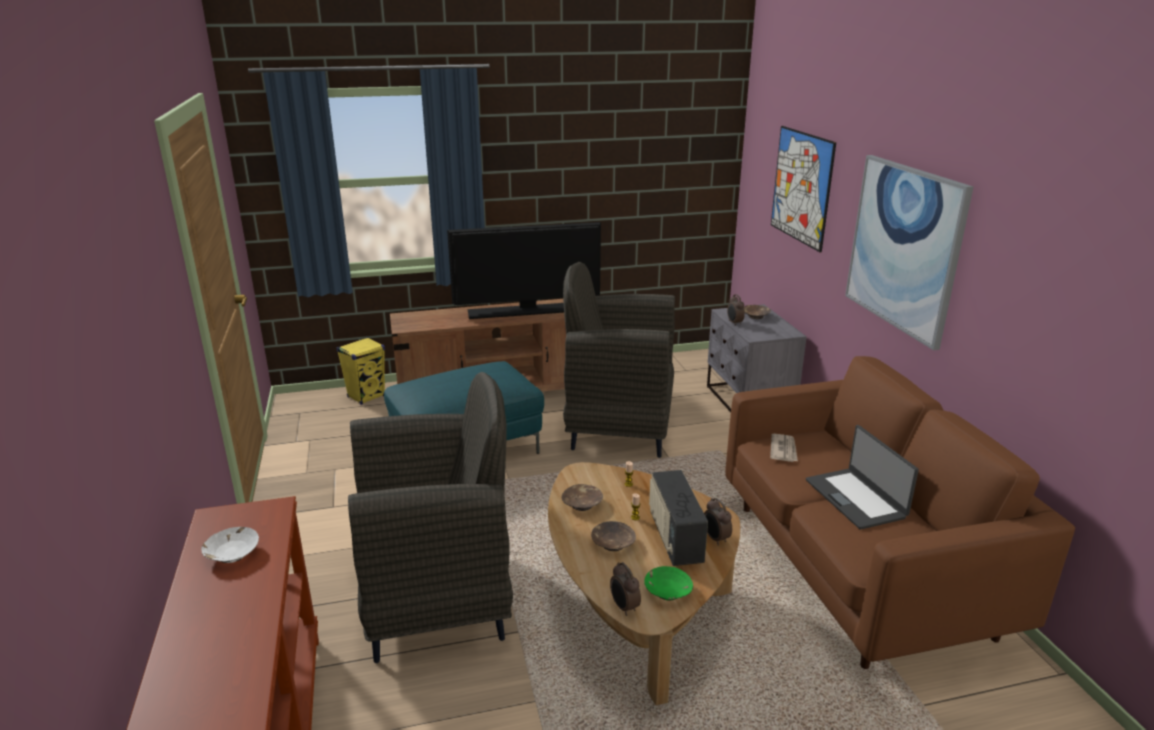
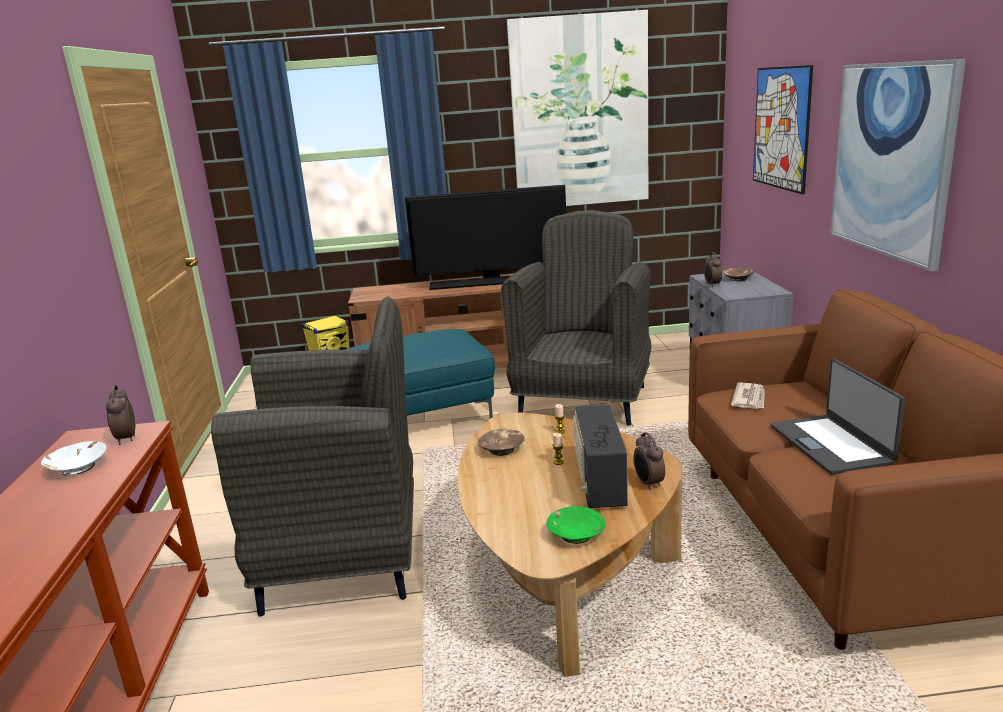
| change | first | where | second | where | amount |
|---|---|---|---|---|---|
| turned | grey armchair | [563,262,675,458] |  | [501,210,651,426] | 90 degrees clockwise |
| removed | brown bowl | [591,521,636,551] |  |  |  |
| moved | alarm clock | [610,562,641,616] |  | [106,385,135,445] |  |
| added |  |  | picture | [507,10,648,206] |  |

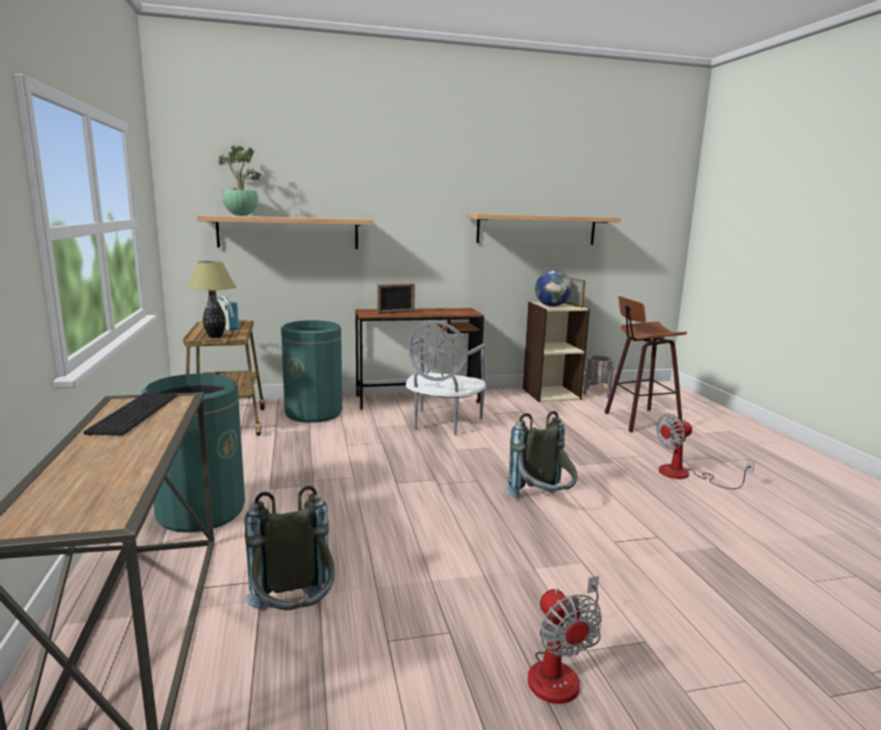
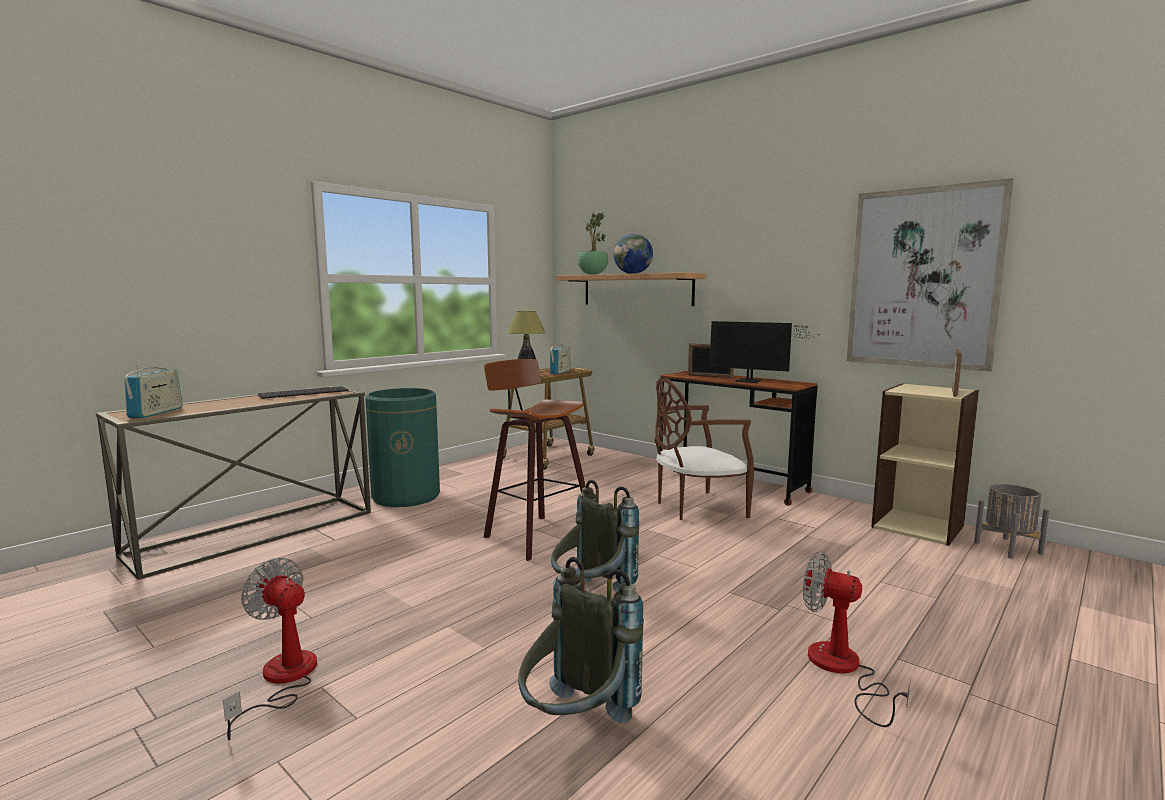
| change | first | where | second | where | amount |
|---|---|---|---|---|---|
| moved | grey backpack | [245,486,335,610] |  | [518,557,644,723] |  |
| removed | green trash can | [281,320,342,423] |  |  |  |
| recoloured | grey chair | [406,320,486,435] | brown chair | [655,378,754,520] |  |
| replaced | shelf | [467,213,621,245] | picture | [847,178,1014,372] |  |
| turned | fan | [528,576,602,704] |  | [223,558,317,740] | 90 degrees clockwise |
| moved | globe | [535,270,572,306] |  | [614,234,653,274] |  |
| moved | stool | [604,296,687,432] |  | [484,359,586,561] |  |
| added |  |  | radio | [124,365,182,418] |  |
| added |  |  | monitor | [709,321,819,383] |  |

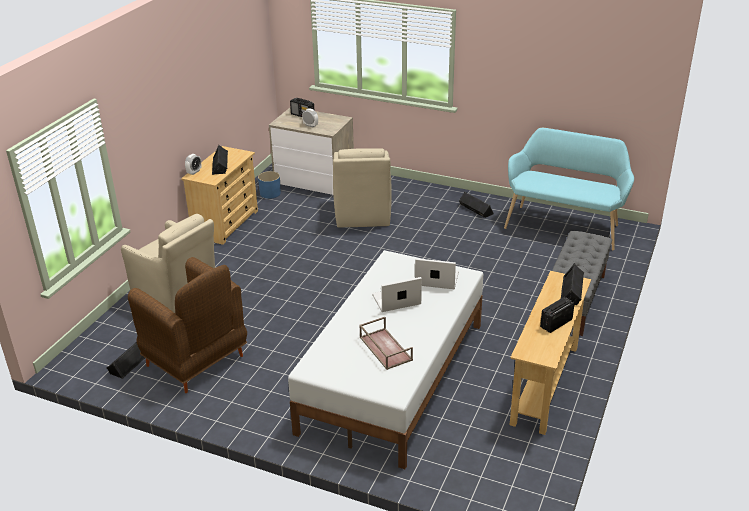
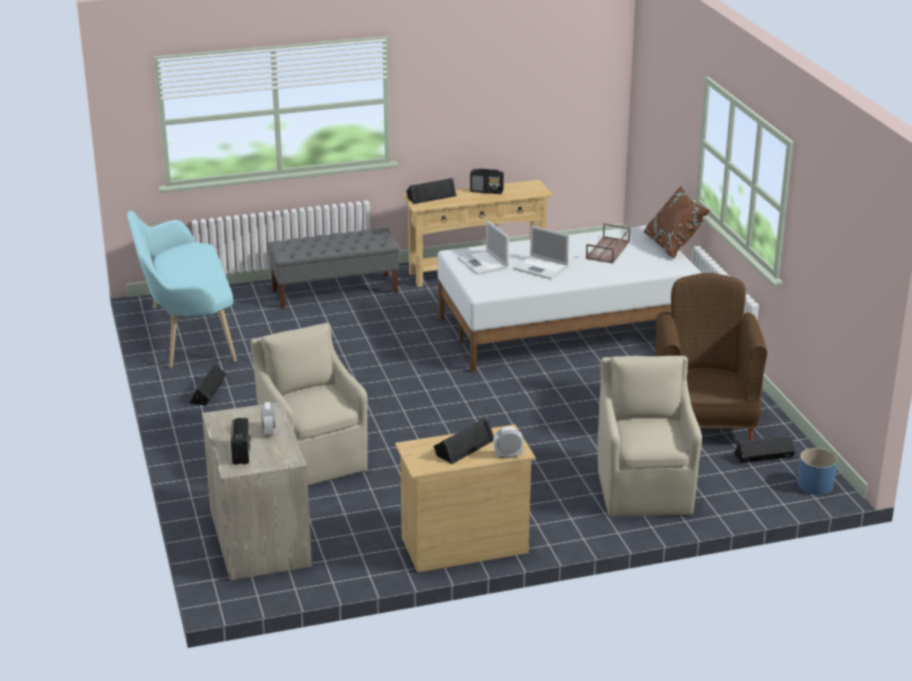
| change | first | where | second | where | amount |
|---|---|---|---|---|---|
| moved | blue planter | [258,171,281,199] |  | [798,448,838,495] |  |
| turned | beige armchair | [333,148,392,228] |  | [251,323,368,485] | 75 degrees counterclockwise |
| added |  |  | brown pillow | [644,187,710,258] |  |

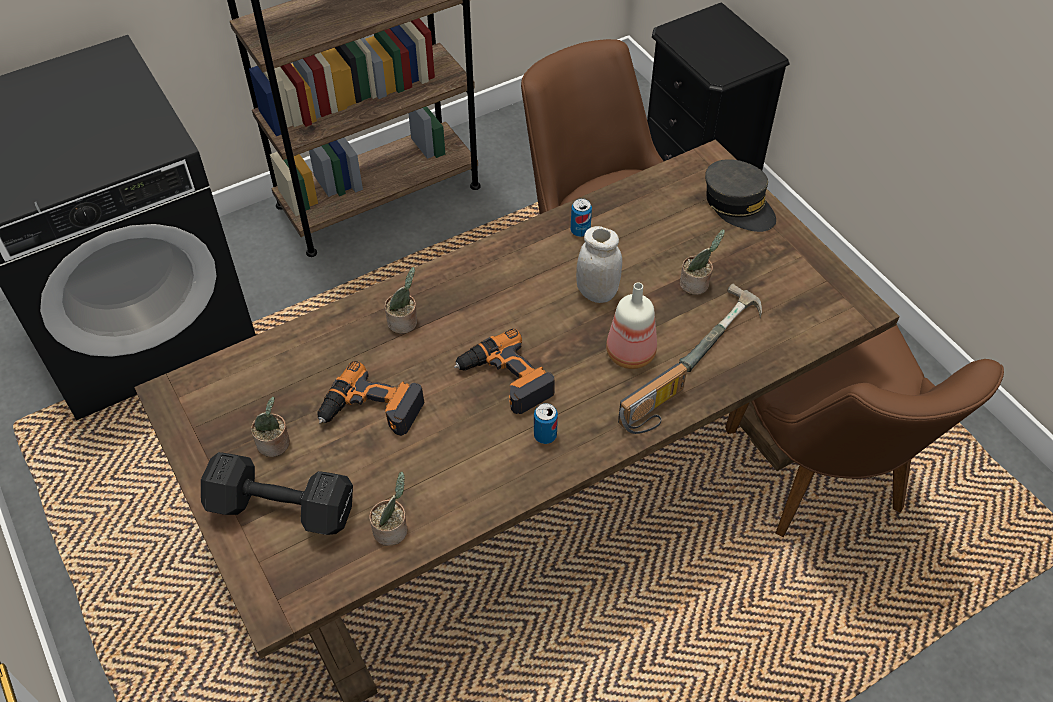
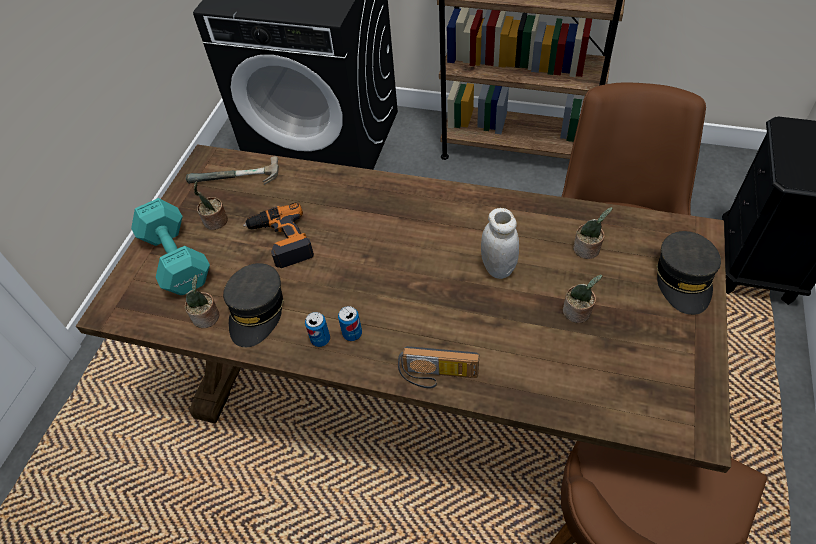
| change | first | where | second | where | amount |
|---|---|---|---|---|---|
| recoloured | black dumbbell | [201,452,353,535] | turquoise dumbbell | [131,198,210,295] |  |
| moved | potted plant | [385,267,417,334] |  | [573,207,613,259] |  |
| removed | power drill | [454,329,554,414] |  |  |  |
| moved | can | [571,198,592,237] |  | [305,312,330,347] |  |
| removed | bottle | [606,282,657,369] |  |  |  |
| moved | hammer | [679,284,762,372] |  | [186,156,279,185] |  |
| added |  |  | grey cap | [223,263,284,347] |  |

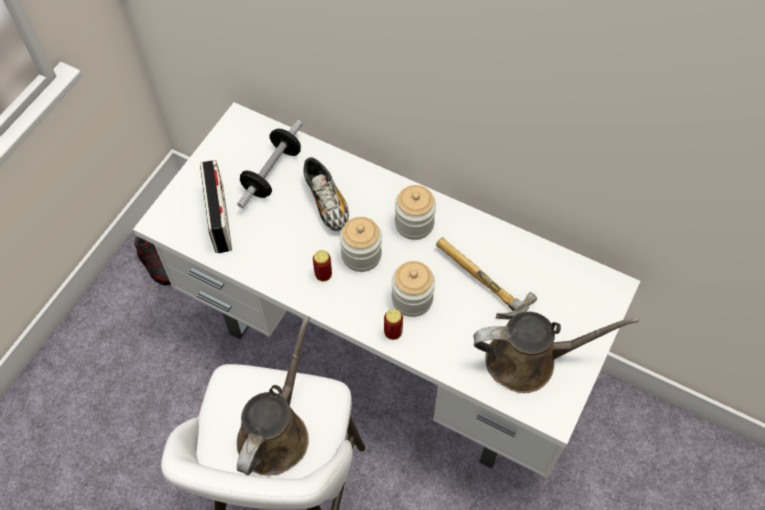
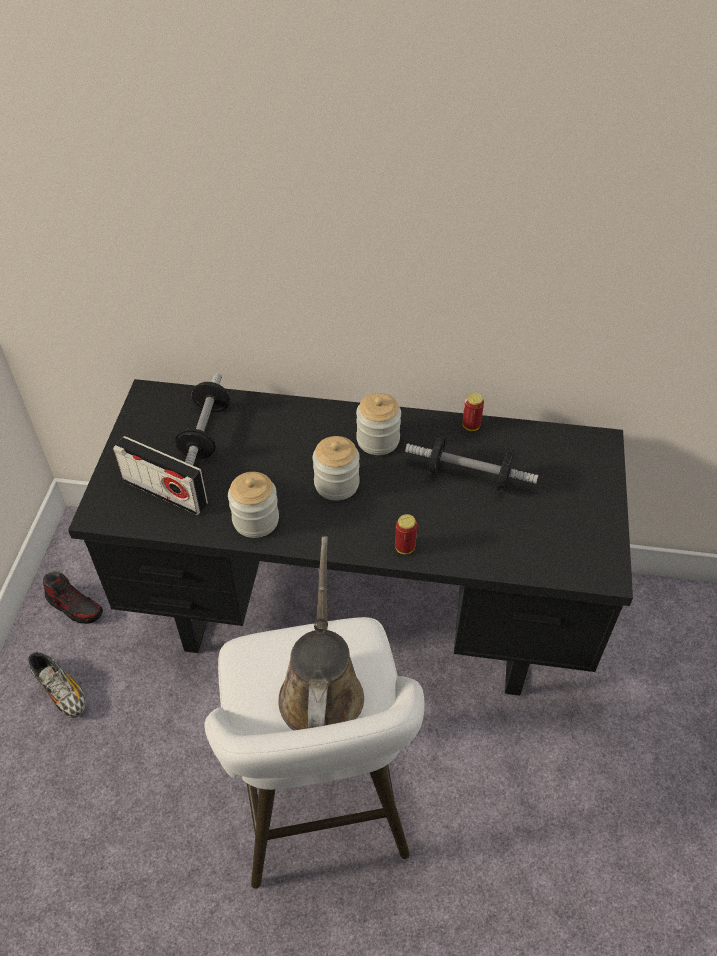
| change | first | where | second | where | amount |
|---|---|---|---|---|---|
| recoloured | white desk | [133,102,640,479] | black desk | [68,379,633,696] |  |
| turned | radio | [200,160,232,253] |  | [113,436,208,515] | 150 degrees clockwise |
| moved | shoe | [303,157,349,231] |  | [28,652,86,718] |  |
| moved | can | [313,250,332,282] |  | [462,393,484,431] |  |
| moved | jar | [392,261,435,317] |  | [228,472,279,538] |  |
| replaced | hammer | [436,238,537,320] | dumbbell | [405,435,538,492] |  |
| removed | brown watering can | [474,311,639,393] |  |  |  |

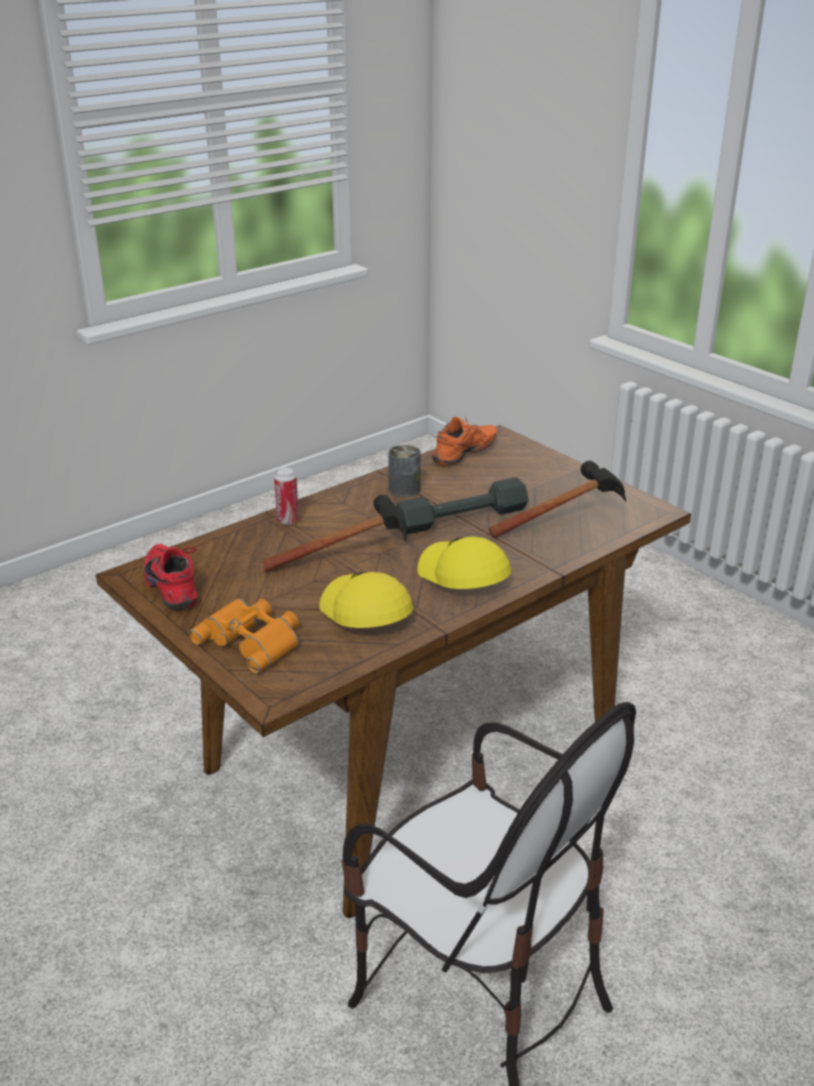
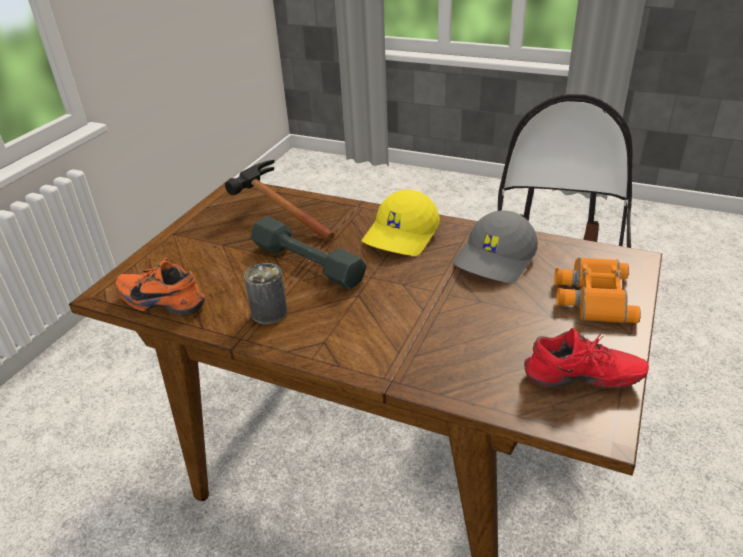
| change | first | where | second | where | amount |
|---|---|---|---|---|---|
| turned | red shoe | [144,544,198,610] |  | [524,328,649,388] | 120 degrees counterclockwise |
| removed | hammer | [261,495,407,572] |  |  |  |
| removed | can | [274,467,299,525] |  |  |  |
| recoloured | yellow cap | [319,571,413,628] | grey cap | [453,211,538,283] |  |

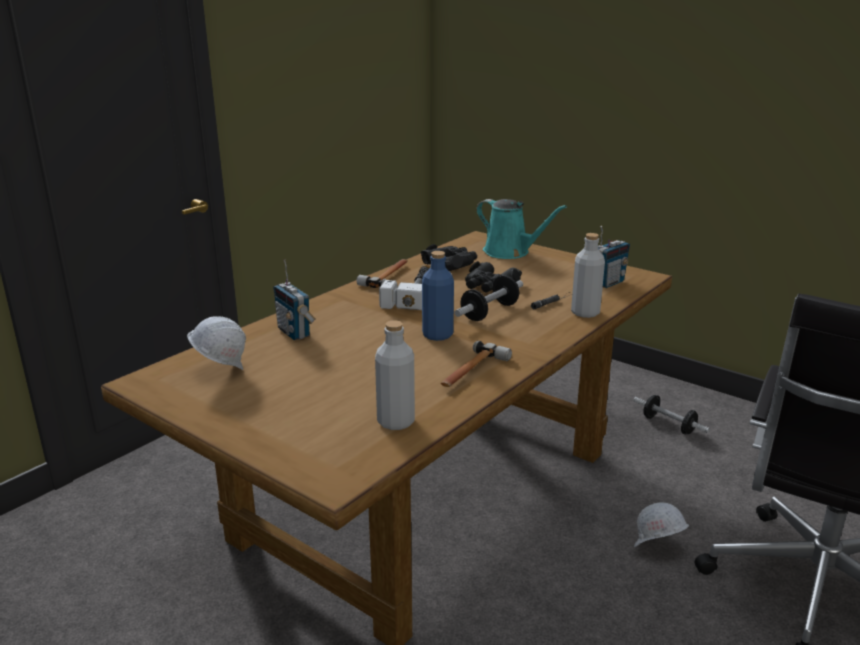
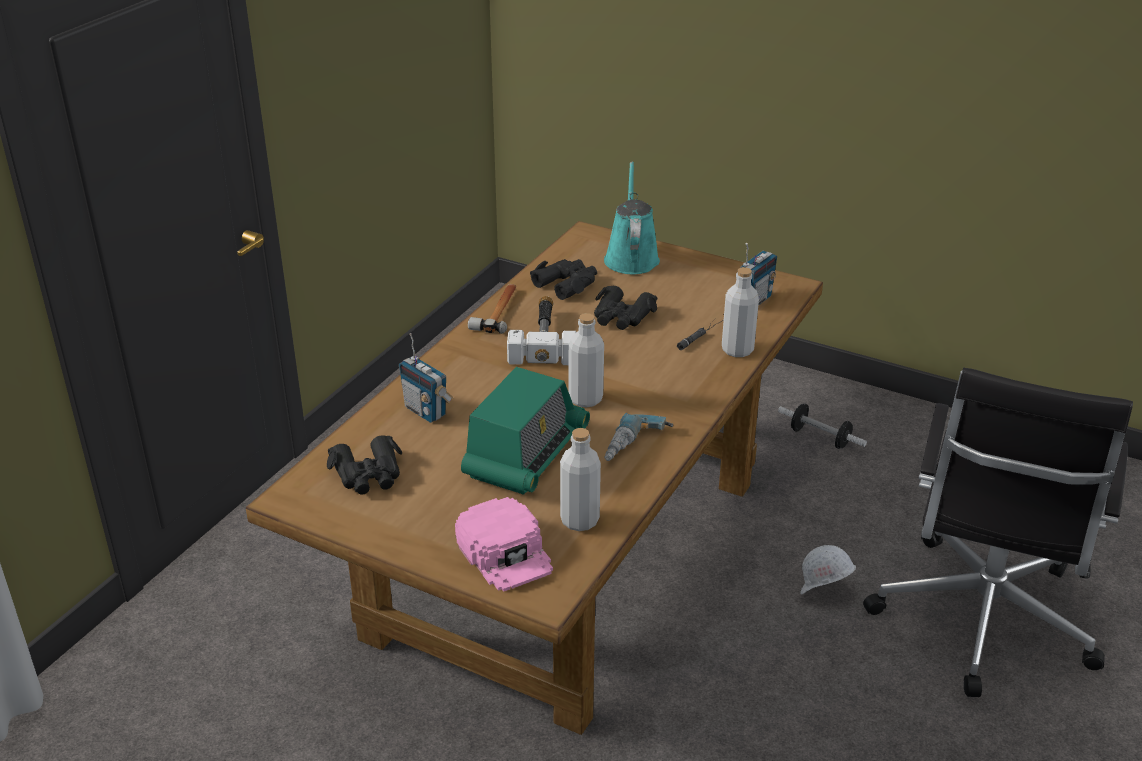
| change | first | where | second | where | amount |
|---|---|---|---|---|---|
| replaced | white hard hat | [187,316,246,370] | black binoculars | [327,435,403,495] |  |
| recoloured | blue bottle | [422,251,454,341] | grey bottle | [569,313,604,408] |  |
| replaced | hammer | [441,341,512,387] | power drill | [605,413,673,461] |  |
| removed | dumbbell | [455,275,523,321] |  |  |  |
| turned | turquoise watering can | [477,199,567,259] |  | [604,162,660,274] | 120 degrees counterclockwise |
| added |  |  | pink cap | [455,497,553,592] |  |
| added |  |  | radio | [461,367,590,495] |  |

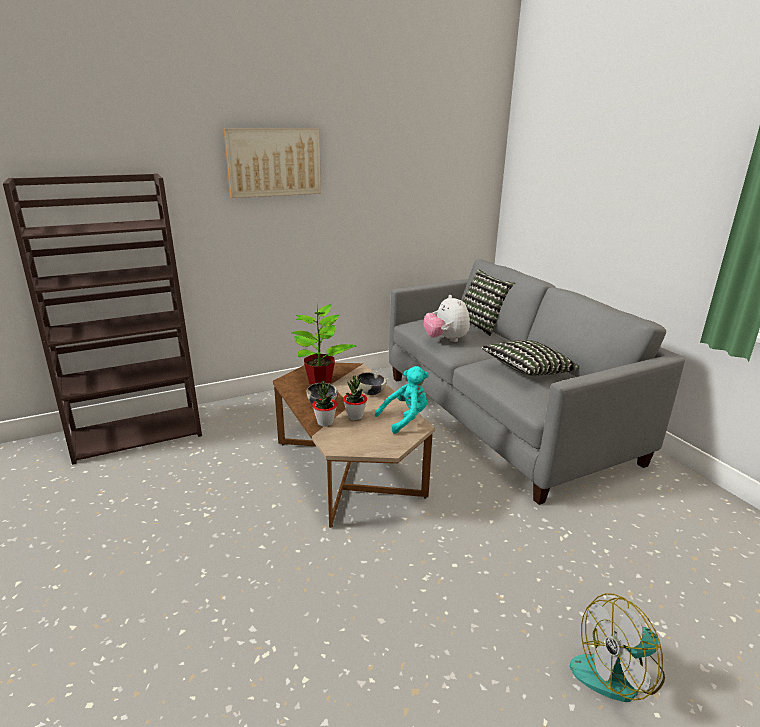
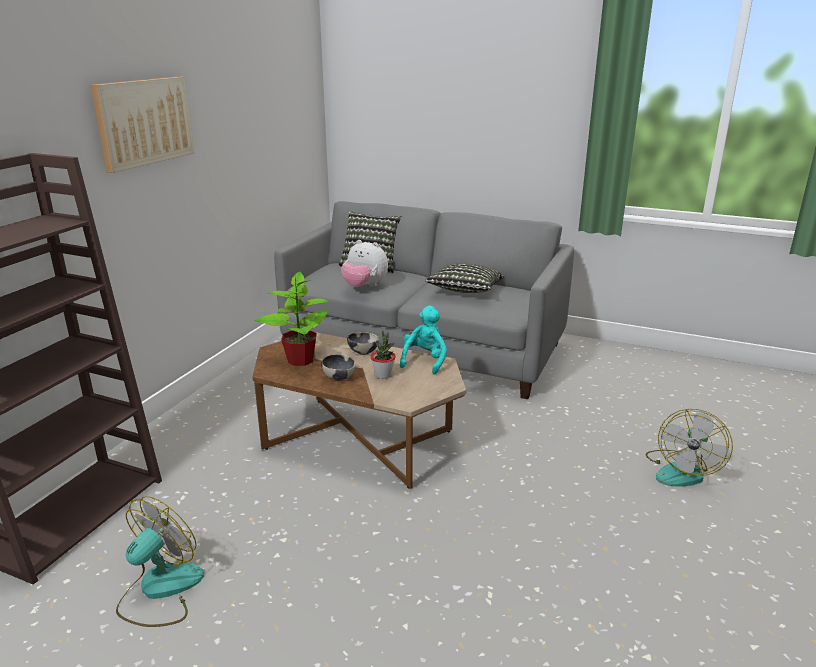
| change | first | where | second | where | amount |
|---|---|---|---|---|---|
| removed | potted plant | [312,381,337,427] |  |  |  |
| added |  |  | fan | [116,496,204,627] |  |

